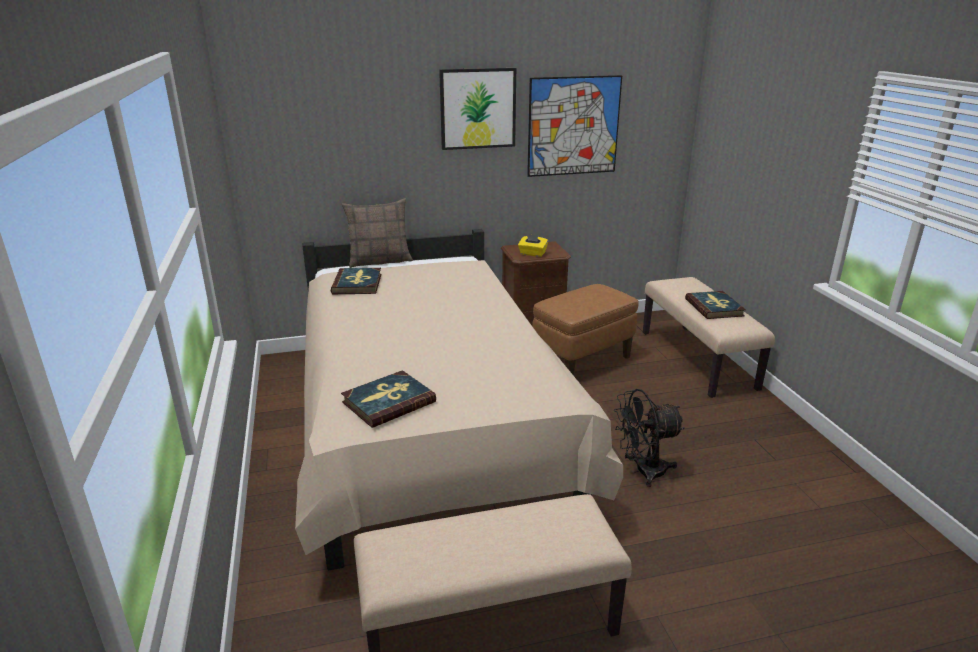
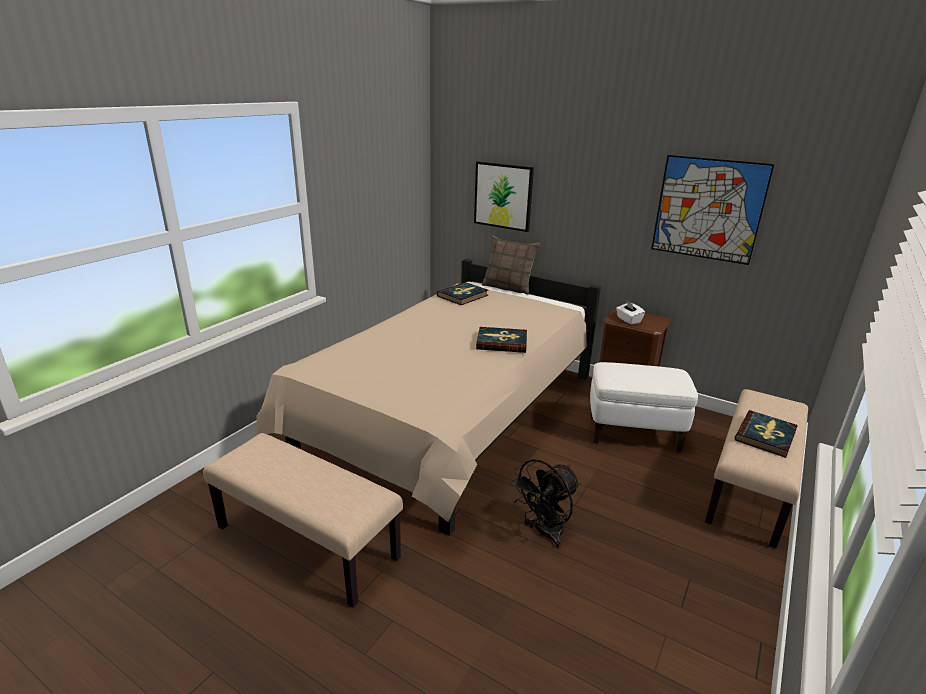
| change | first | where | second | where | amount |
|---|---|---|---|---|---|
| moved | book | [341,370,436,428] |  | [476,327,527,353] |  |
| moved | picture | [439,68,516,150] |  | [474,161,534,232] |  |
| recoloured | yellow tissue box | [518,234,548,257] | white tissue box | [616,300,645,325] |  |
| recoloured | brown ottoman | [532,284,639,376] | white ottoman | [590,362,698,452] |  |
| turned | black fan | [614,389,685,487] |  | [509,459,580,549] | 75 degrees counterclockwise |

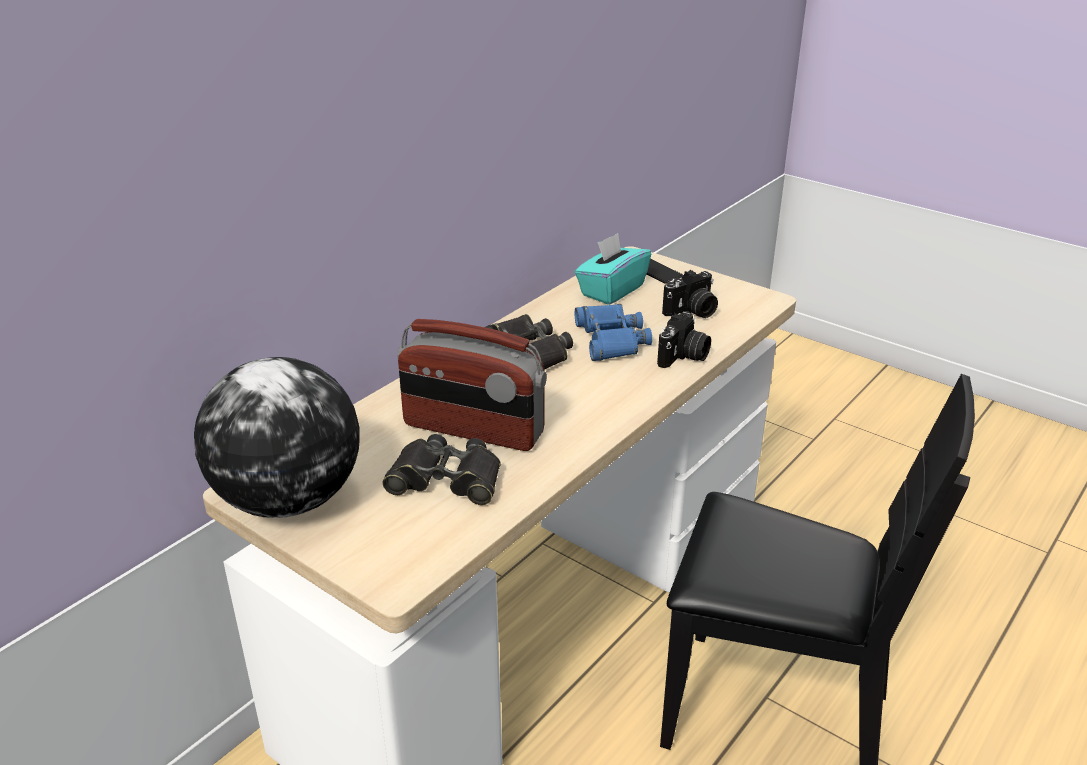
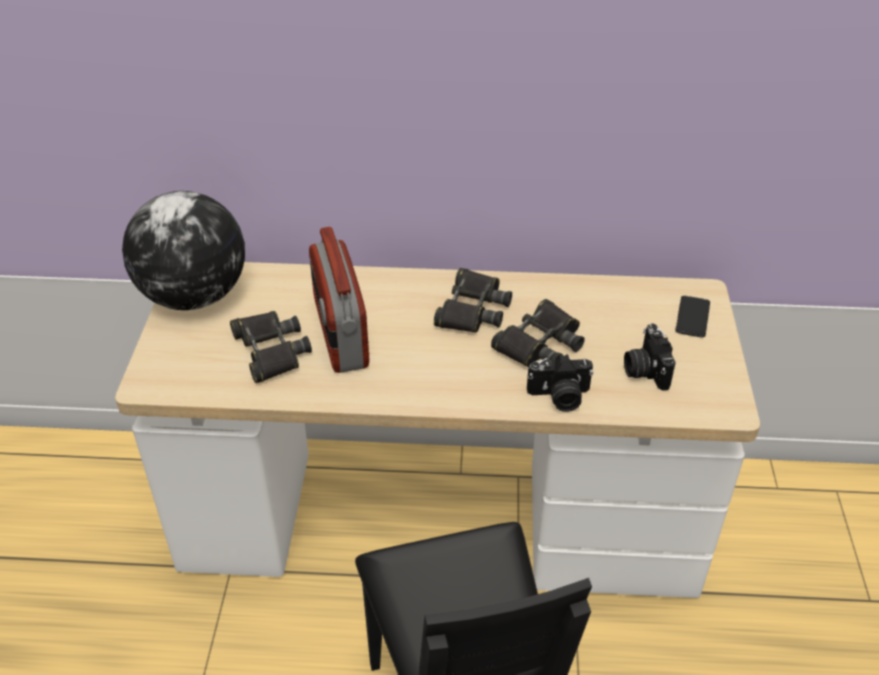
| change | first | where | second | where | amount |
|---|---|---|---|---|---|
| removed | turquoise tissue box | [575,233,651,305] |  |  |  |
| recoloured | blue binoculars | [575,304,652,361] | black binoculars | [491,299,585,367] |  |
| turned | photo camera | [662,270,718,318] |  | [624,324,676,391] | 60 degrees clockwise |

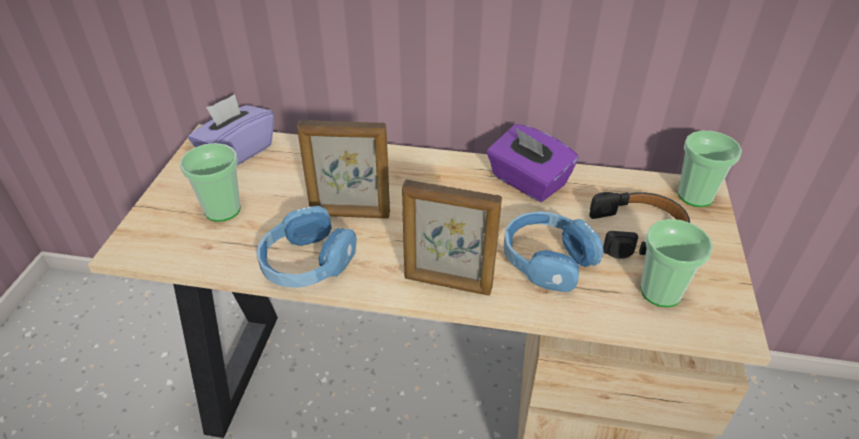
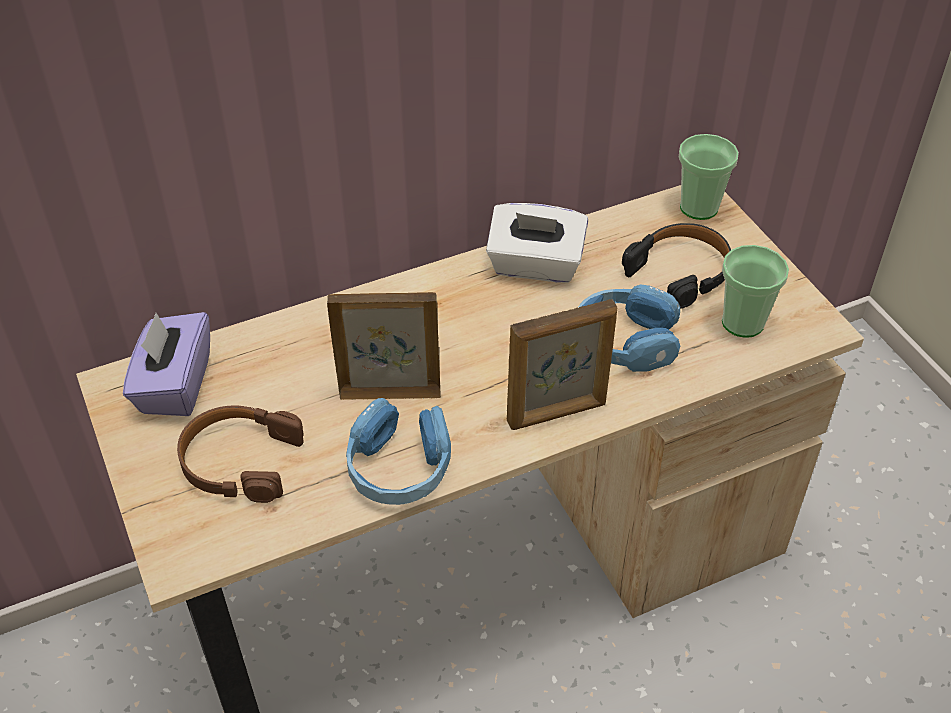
| change | first | where | second | where | amount |
|---|---|---|---|---|---|
| replaced | cup | [180,143,241,222] | brown headphones | [177,405,304,503] |  |
| turned | picture frame | [297,120,390,218] |  | [327,292,441,400] | 150 degrees counterclockwise |
| recoloured | purple tissue box | [487,124,578,202] | white tissue box | [486,203,588,283] |  |

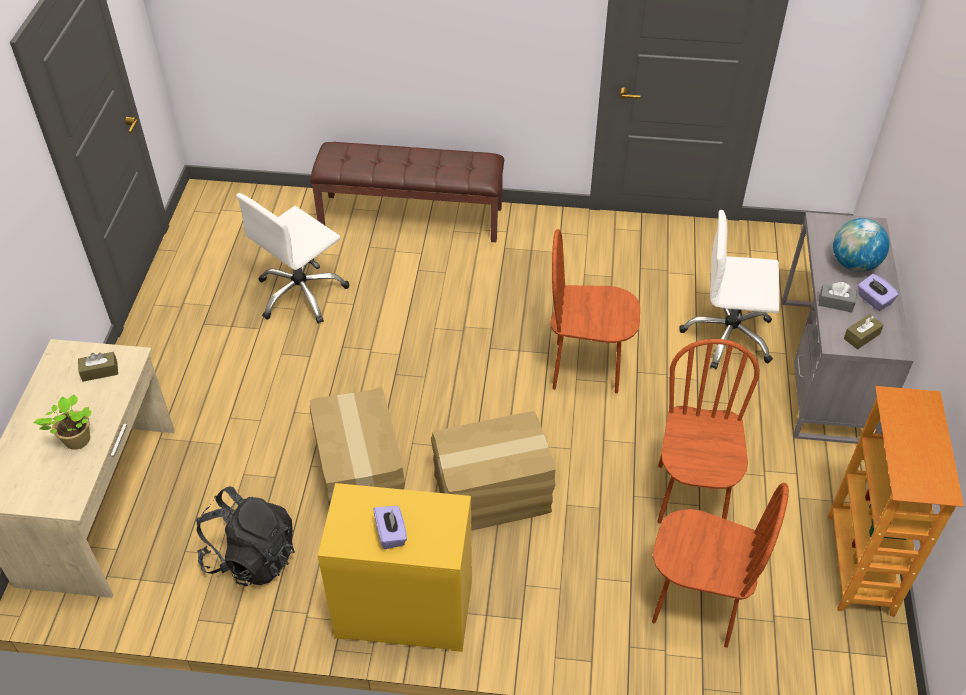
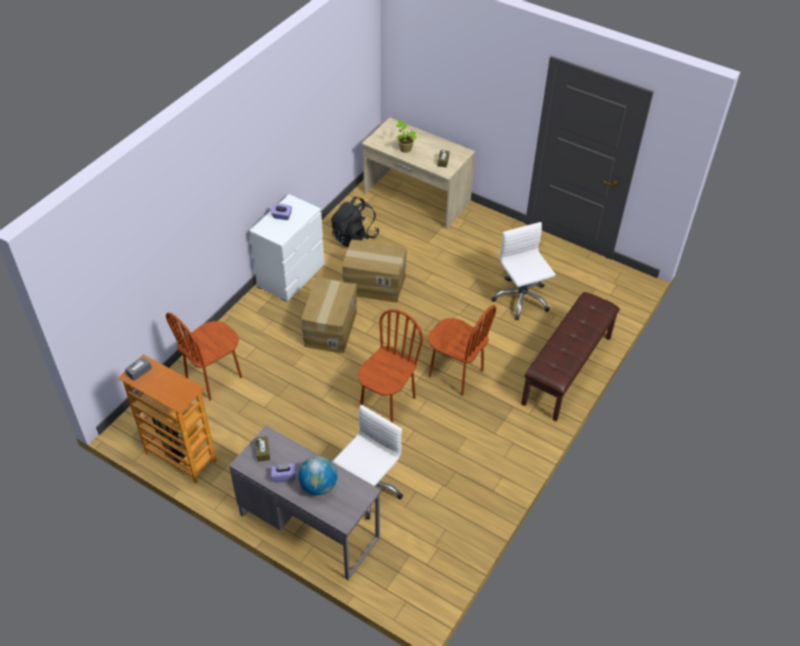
| change | first | where | second | where | amount |
|---|---|---|---|---|---|
| recoloured | yellow dresser | [318,483,472,652] | white dresser | [249,194,325,301] |  |
| moved | brown chair | [657,339,760,523] |  | [428,305,496,396] |  |
| moved | grey tissue box | [818,282,857,312] |  | [125,357,152,381] |  |

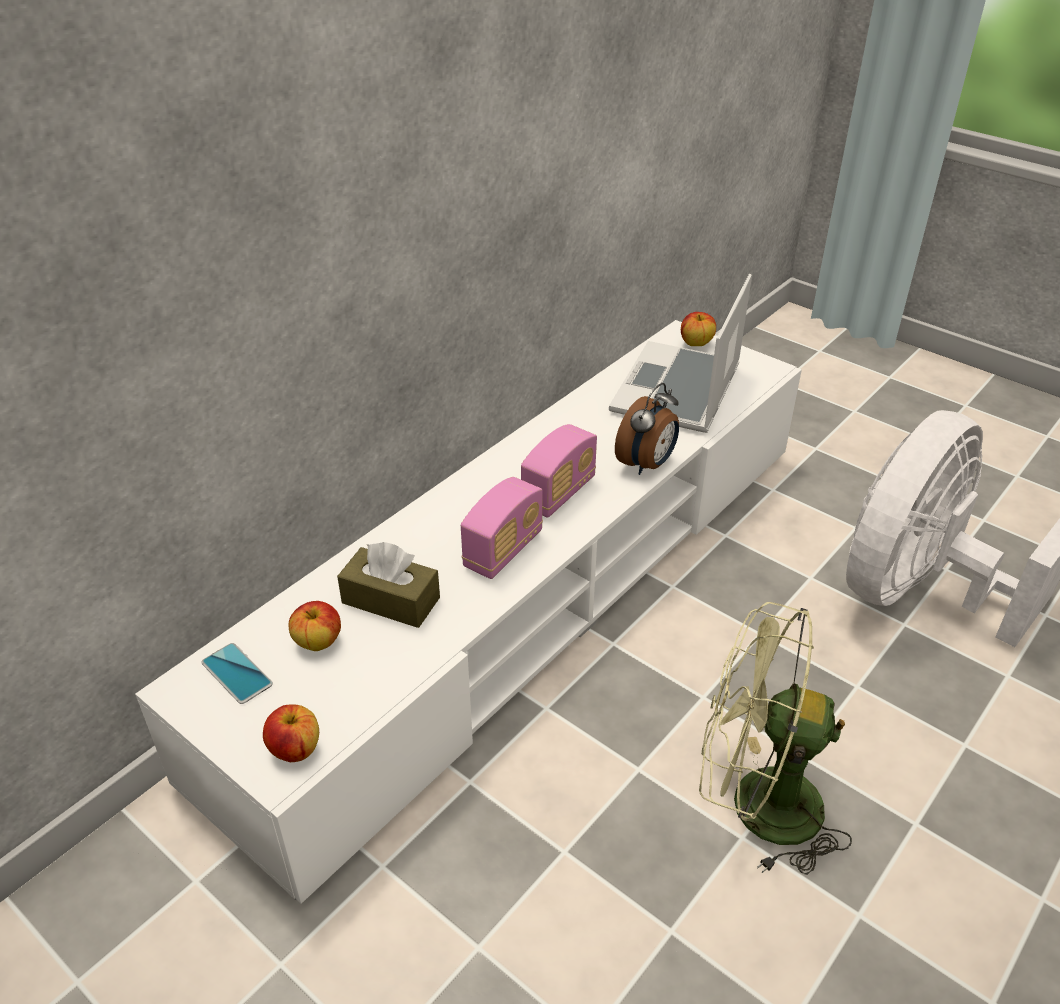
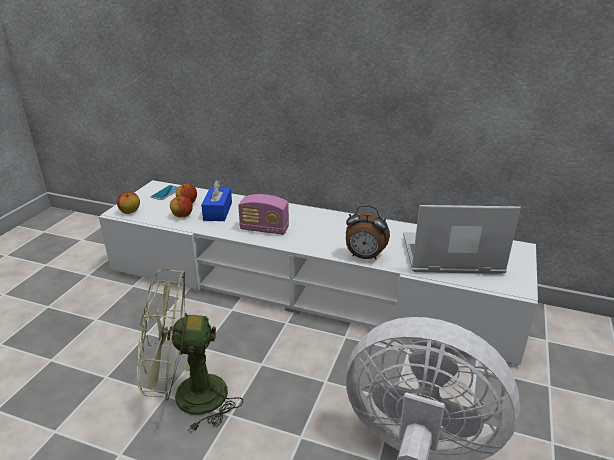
| change | first | where | second | where | amount |
|---|---|---|---|---|---|
| recoloured | brown tissue box | [337,542,440,628] | blue tissue box | [201,180,232,221] |  |
| removed | radio | [521,424,597,518] |  |  |  |
| moved | apple | [681,312,716,346] |  | [170,196,192,218] |  |
| turned | green fan | [699,602,852,875] |  | [137,269,243,433] | 90 degrees counterclockwise |

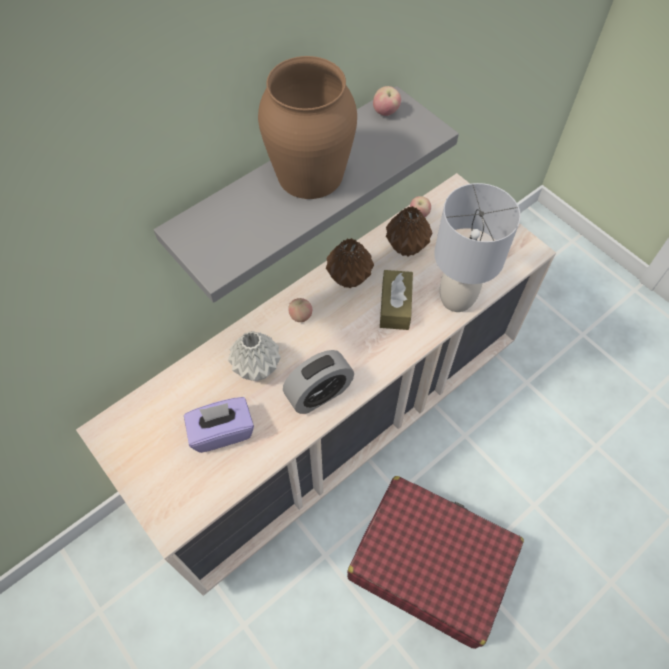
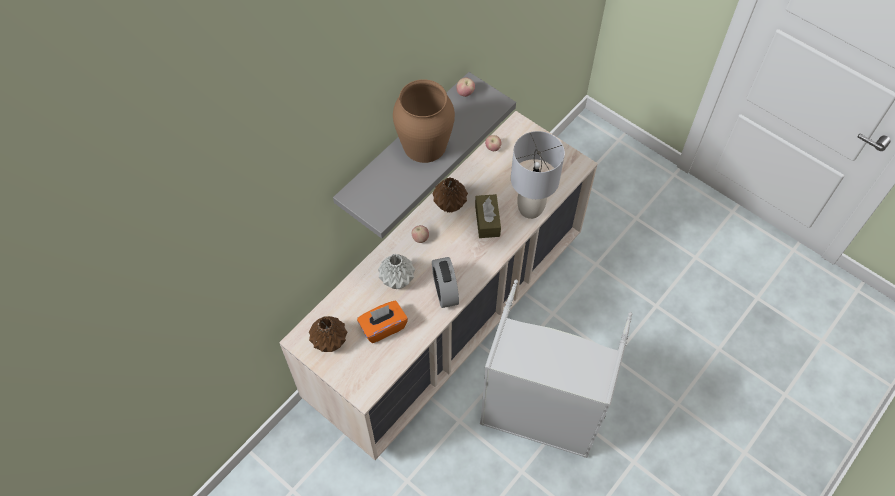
| change | first | where | second | where | amount |
|---|---|---|---|---|---|
| recoloured | purple tissue box | [184,397,254,453] | orange tissue box | [357,301,408,343] |  |
| turned | alarm clock | [283,350,354,414] |  | [432,257,459,308] | 120 degrees clockwise |
| replaced | red suitcase | [347,476,524,649] | grey laundry basket | [480,280,633,458] |  |
| moved | brown vase | [386,206,433,257] |  | [309,316,347,352] |  |

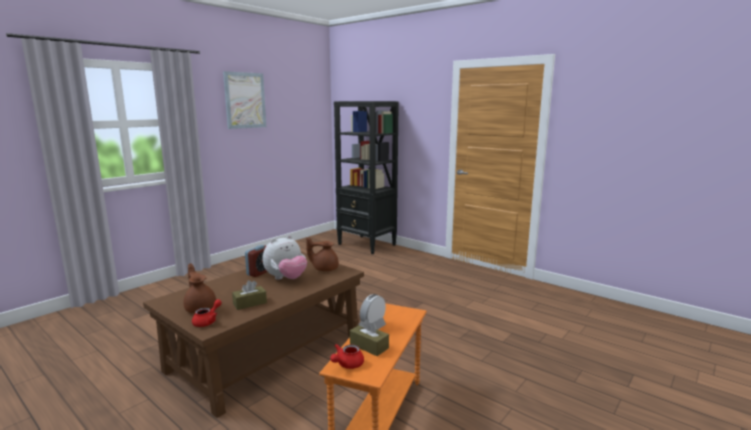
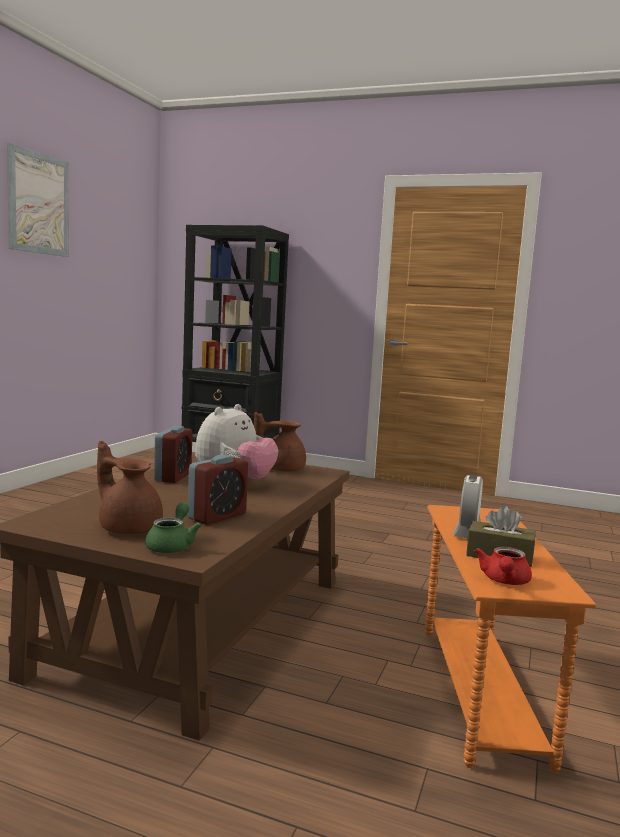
| change | first | where | second | where | amount |
|---|---|---|---|---|---|
| recoloured | red teapot | [192,299,222,327] | green teapot | [145,503,202,553] |  |
| replaced | brown tissue box | [232,280,267,310] | alarm clock | [188,455,248,525] |  |

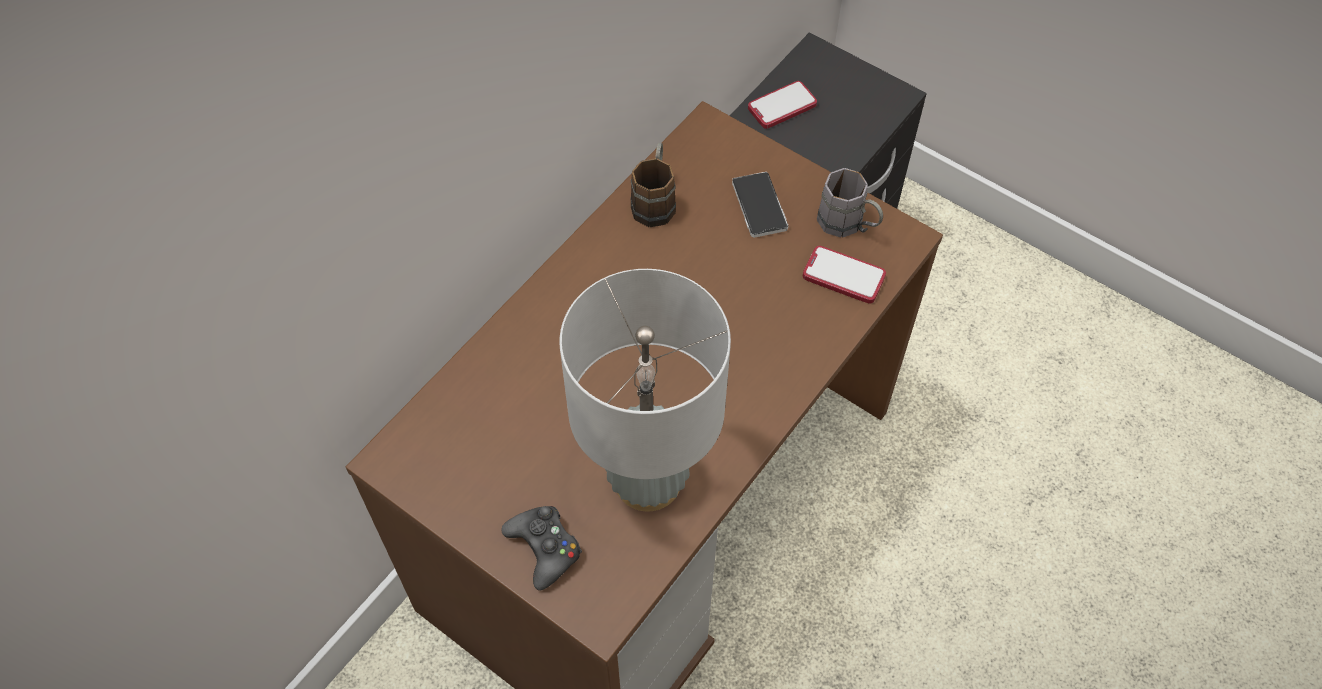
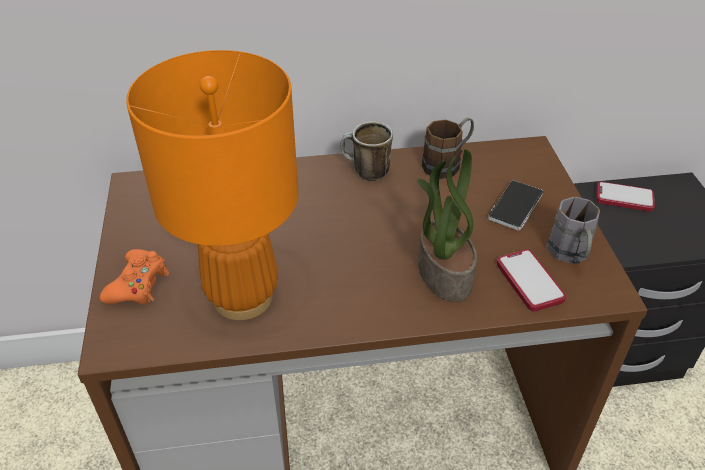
| change | first | where | second | where | amount |
|---|---|---|---|---|---|
| recoloured | black game controller | [501,506,582,591] | orange game controller | [100,249,169,304] |  |
| recoloured | grey table lamp | [559,269,731,511] | orange table lamp | [126,50,299,321] |  |
| added |  |  | mug | [340,121,393,181] |  |
| added |  |  | potted plant | [417,149,477,302] |  |

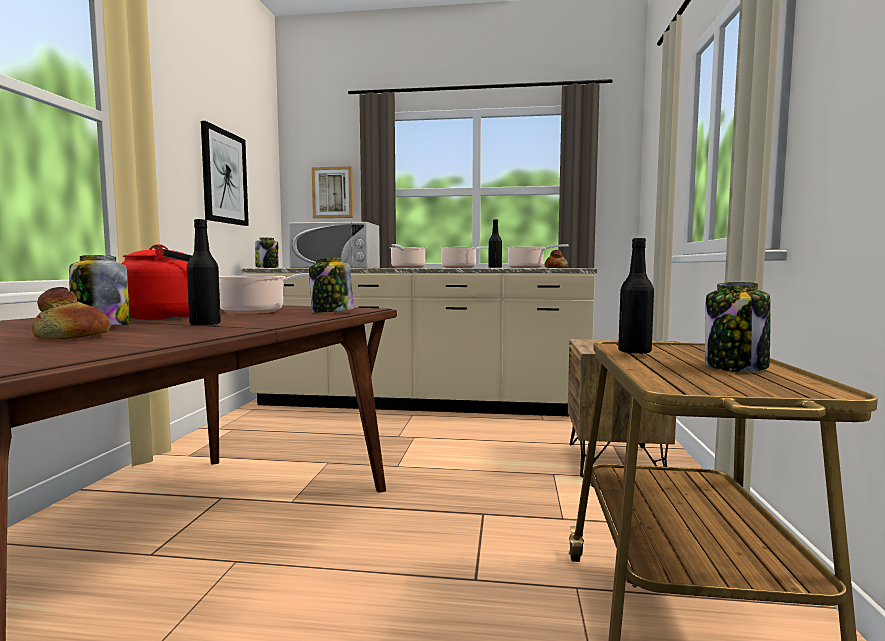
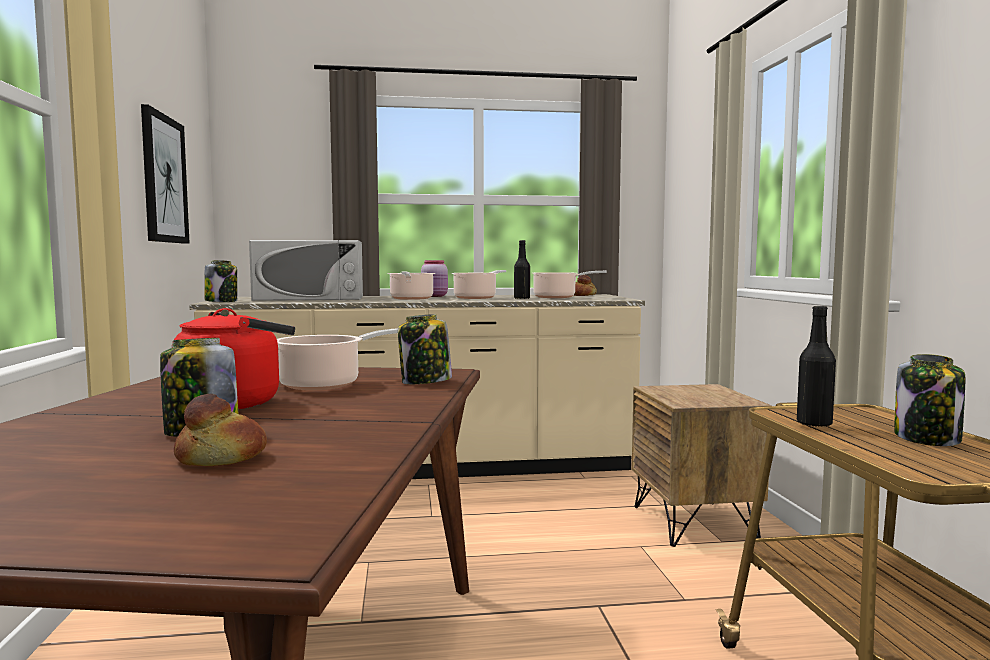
| change | first | where | second | where | amount |
|---|---|---|---|---|---|
| removed | black bottle | [187,219,221,326] |  |  |  |
| removed | picture | [312,166,353,218] |  |  |  |
| added |  |  | pink jar | [421,260,448,297] |  |

